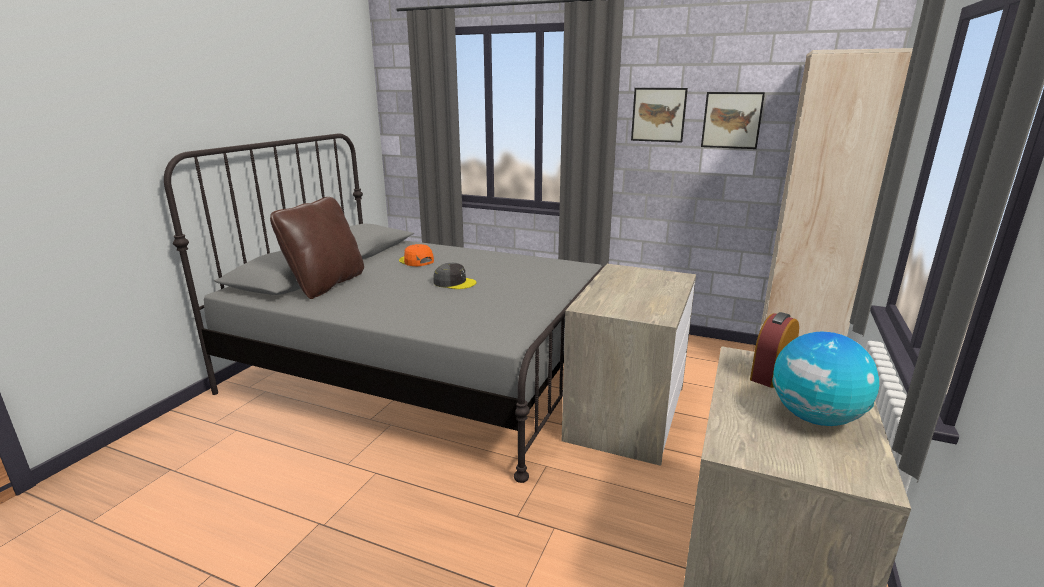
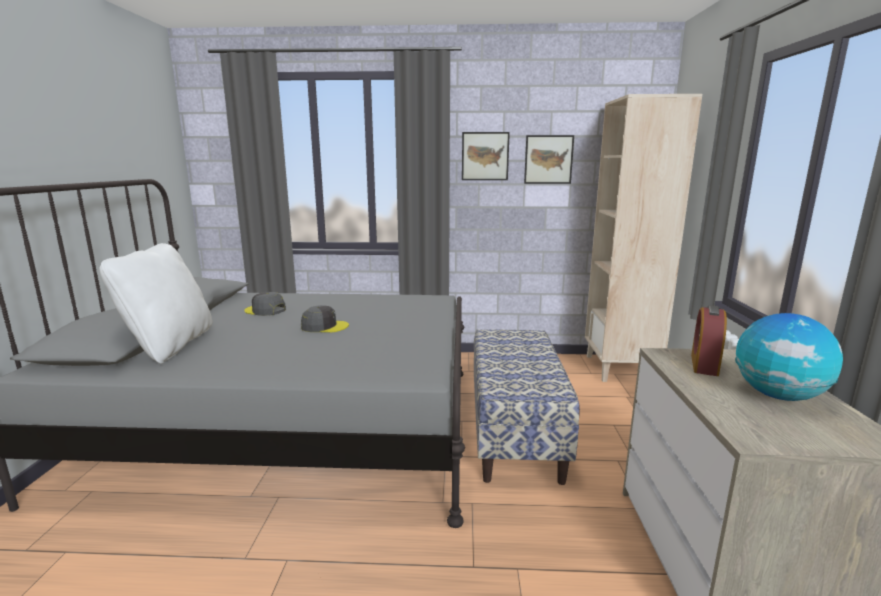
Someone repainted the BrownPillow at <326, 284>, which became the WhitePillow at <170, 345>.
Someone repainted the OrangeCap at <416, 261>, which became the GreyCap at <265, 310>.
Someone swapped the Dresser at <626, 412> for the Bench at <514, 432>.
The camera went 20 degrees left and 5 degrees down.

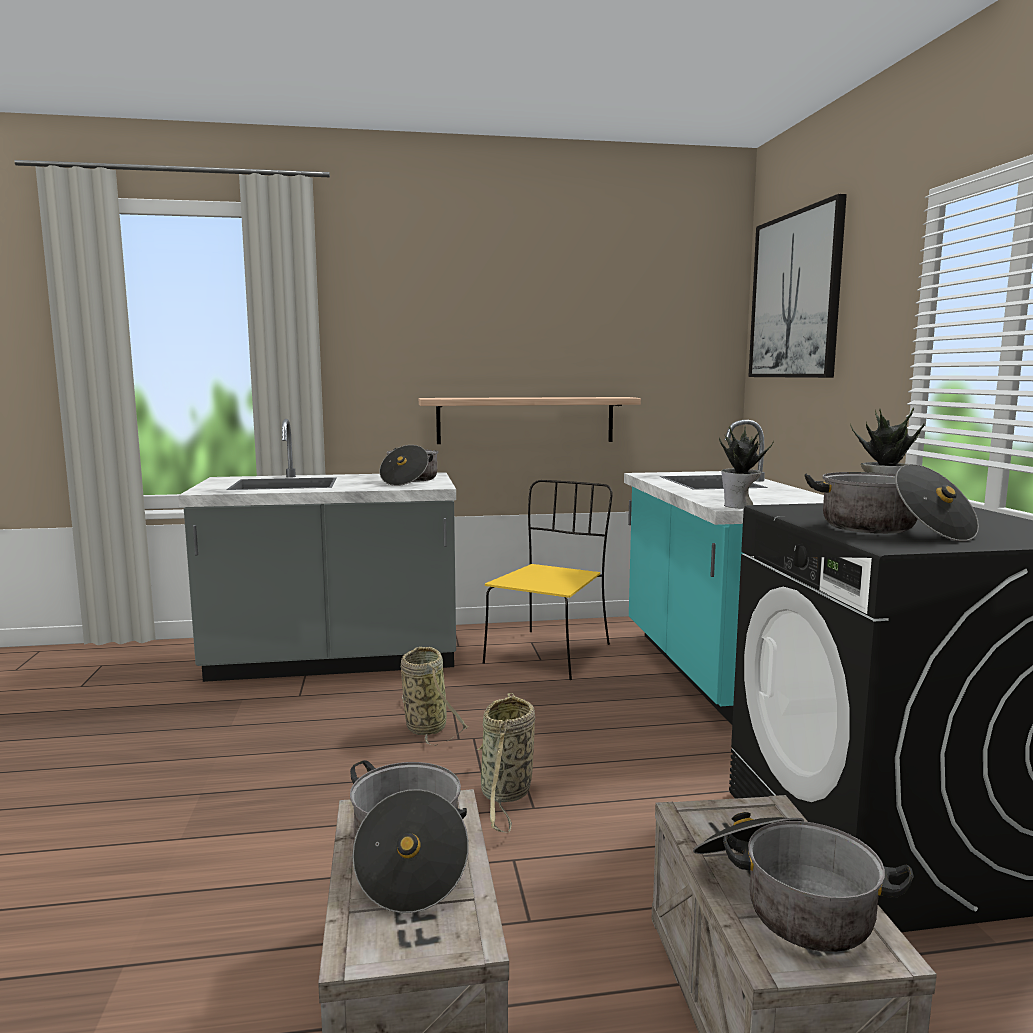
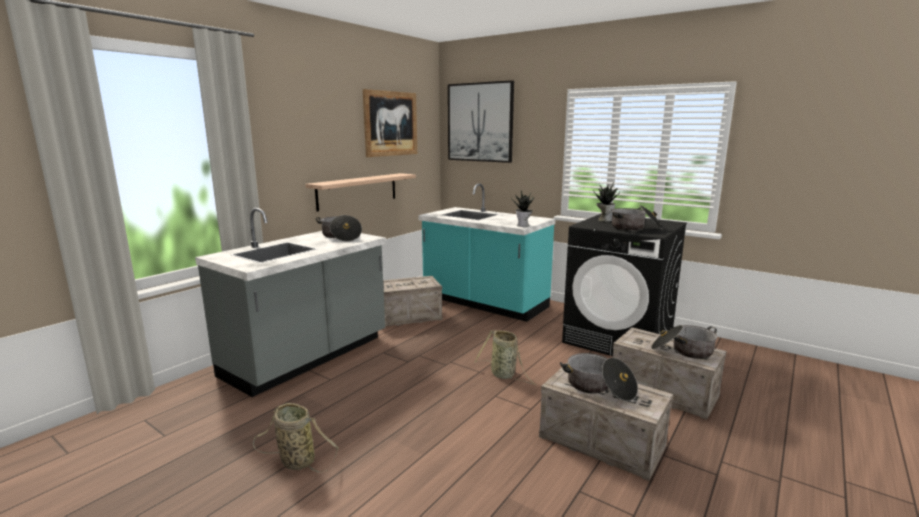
Someone carried the Basket from <425, 726> to <295, 461>.
Someone put up the Picture at <391, 123>.
Someone swapped the YellowChair at <549, 653> for the Crate at <406, 316>.
The camera went 45 degrees left and 5 degrees up.

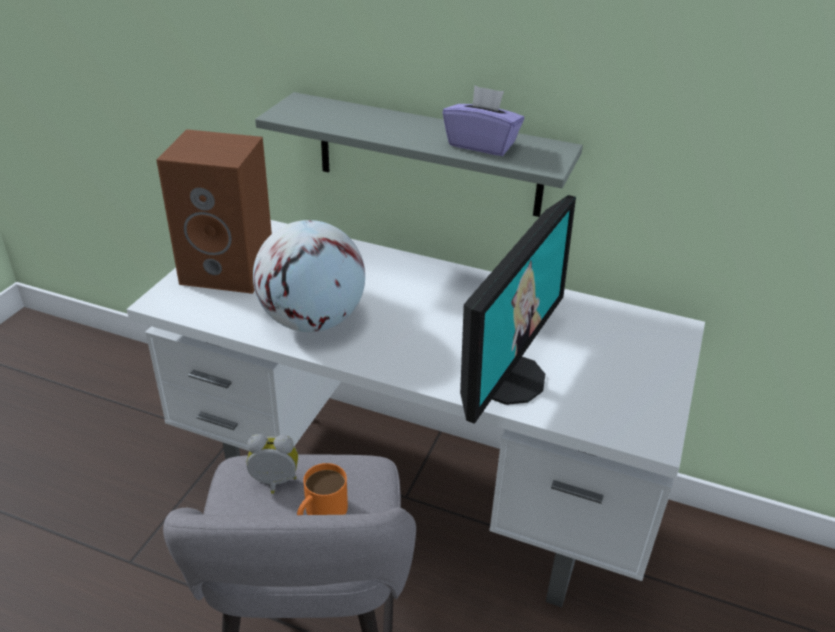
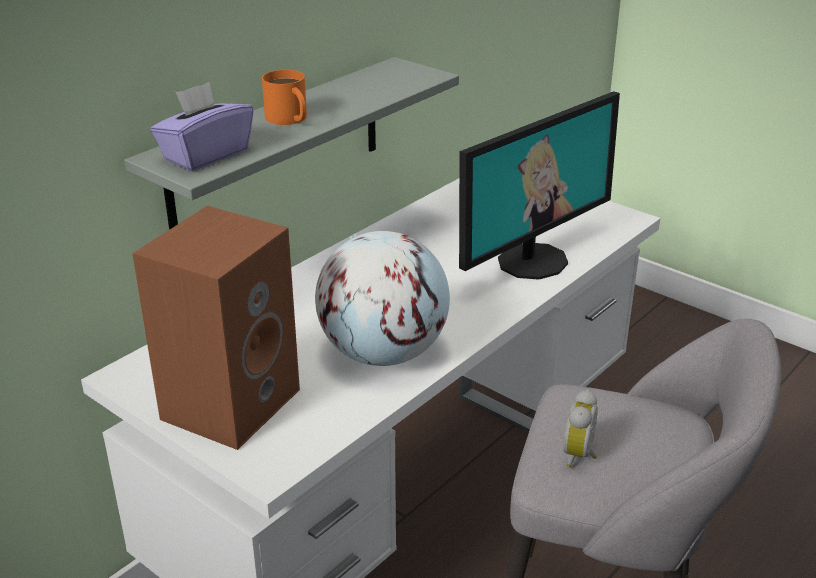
Someone carried the PurpleTissueBox from <481, 145> to <205, 155>.
Someone carried the OrangeMug from <320, 513> to <290, 119>.
Someone rotated the Monitor at <508, 378> by 90 degrees clockwise.
The camera went 70 degrees left and 5 degrees down.

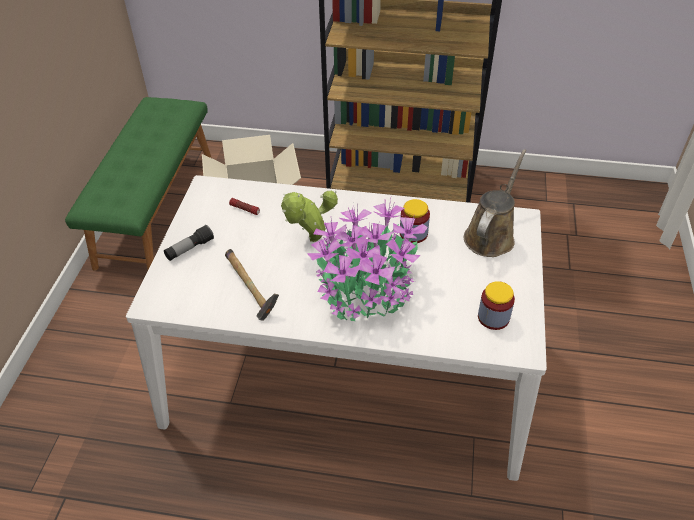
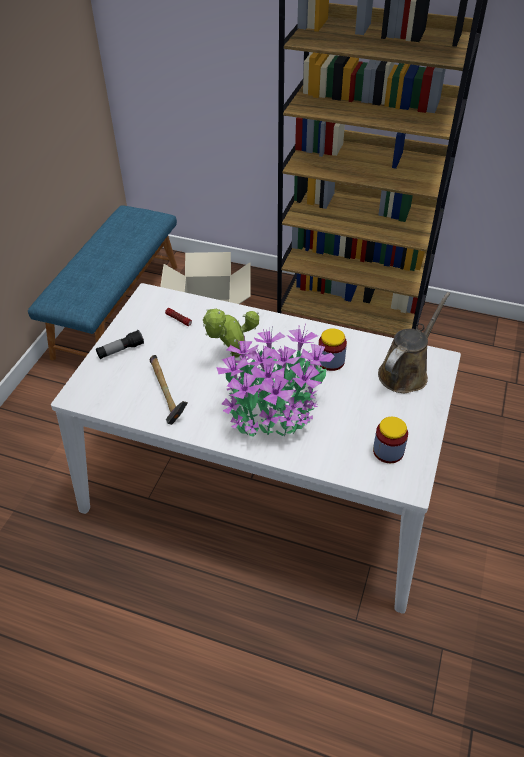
Someone repainted the GreenBench at <155, 208>, which became the BlueBench at <117, 309>.
The camera went 10 degrees right and 0 degrees up.

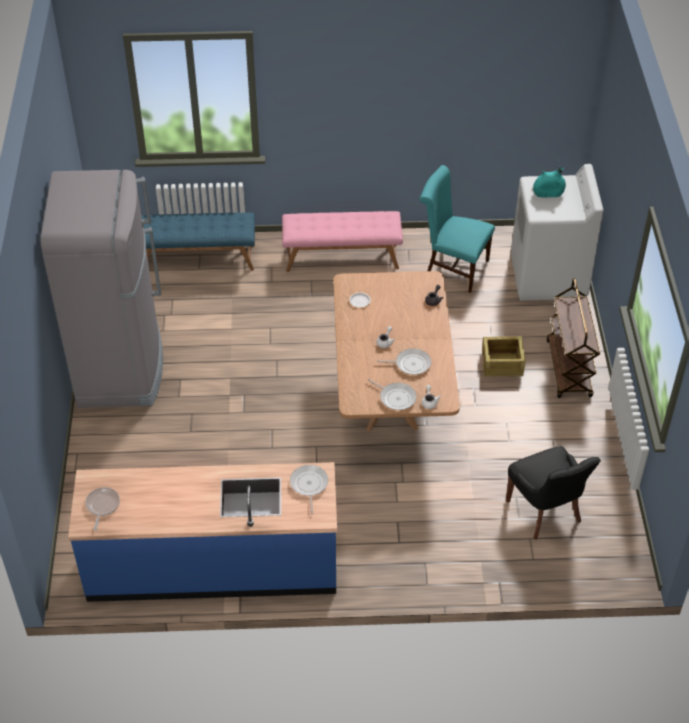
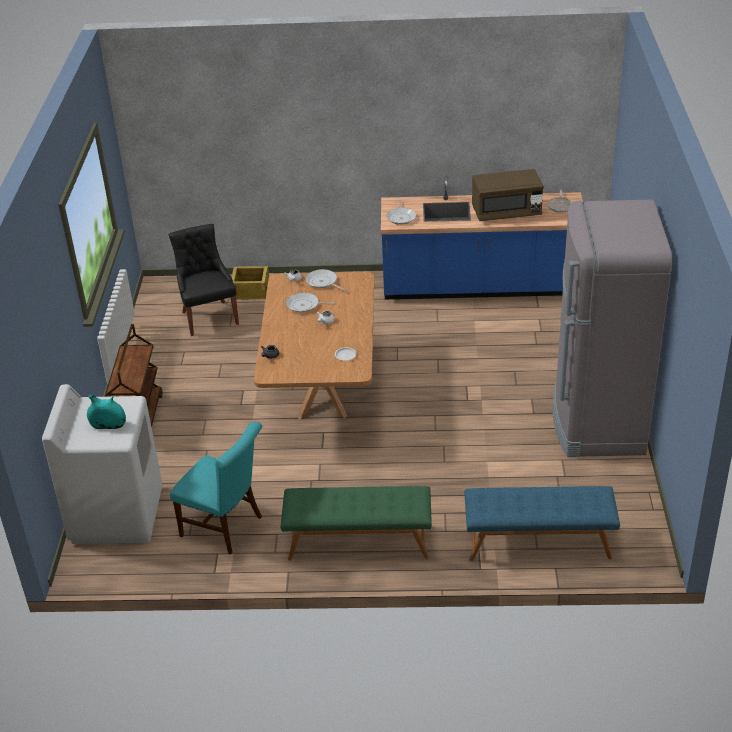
Someone carried the Crate from <502, 364> to <250, 290>.
Someone repainted the PinkBench at <342, 257>, which became the GreenBench at <358, 543>.
Someone put down the BrownMicrowave at <506, 212>.
The camera went 175 degrees left and 10 degrees down.

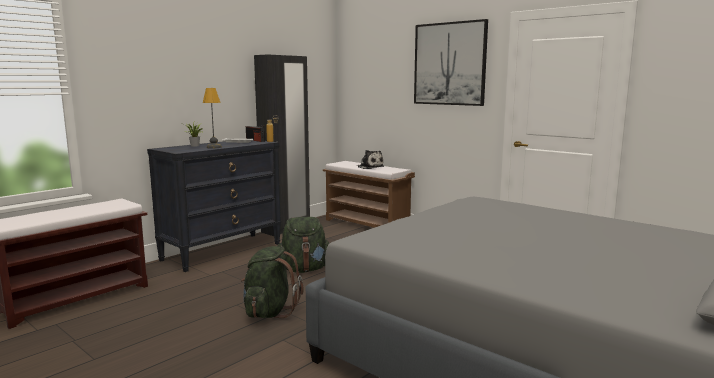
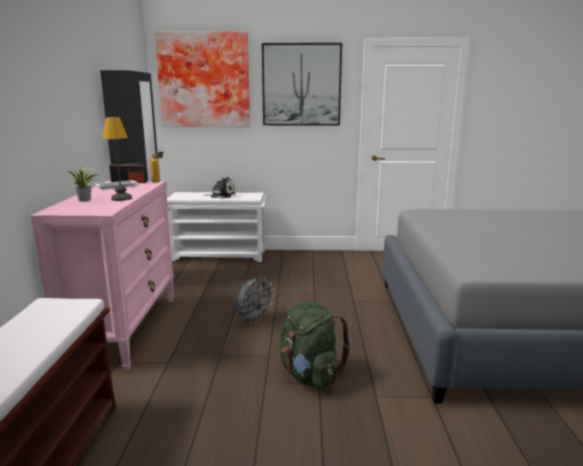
Someone repainted the BlackDresser at <222, 251>, which became the PinkDresser at <124, 329>.
Someone put up the Picture at <204, 80>.
Someone repainted the BrownBench at <367, 224>, which became the WhiteBench at <220, 255>.
Someone swapped the GreenBackpack at <304, 269> for the GreyFan at <253, 319>.
The camera went 40 degrees left and 5 degrees up.

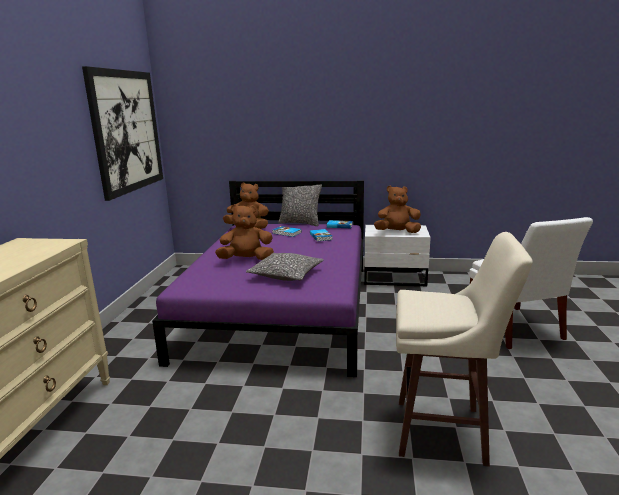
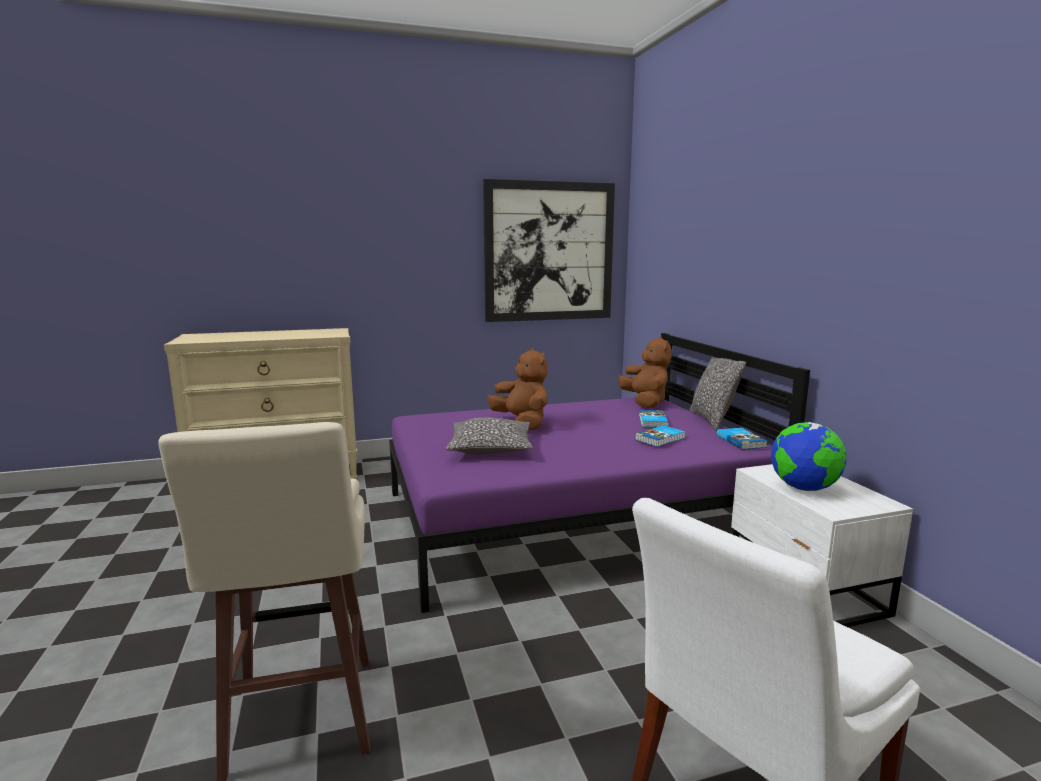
Someone swapped the BrownPlushToy at <397, 232> for the Globe at <804, 488>.
The camera went 65 degrees right and 5 degrees down.

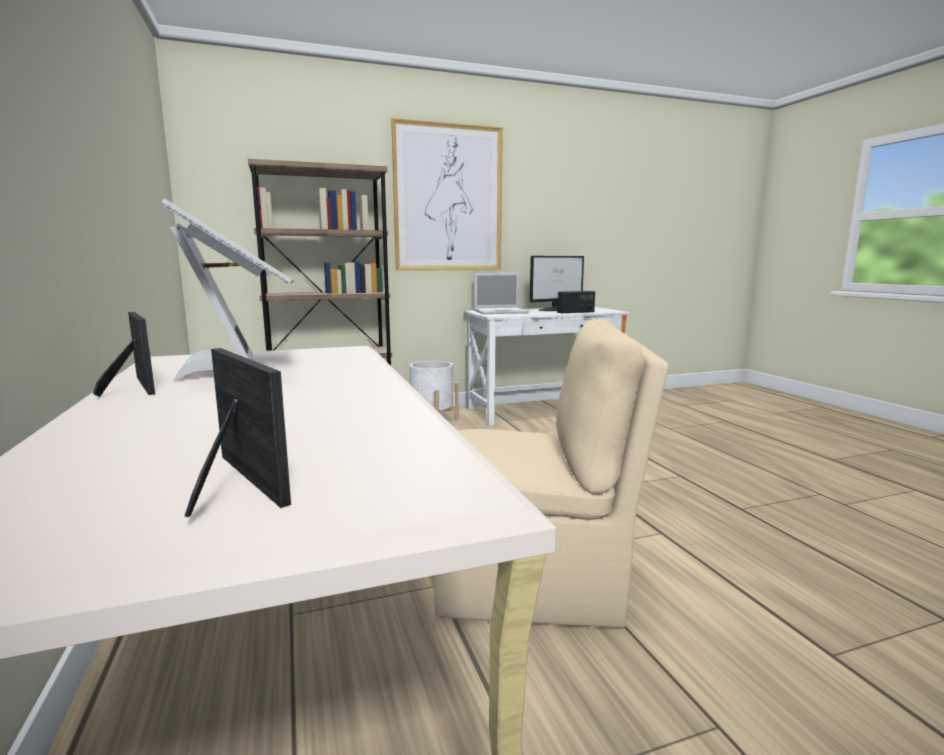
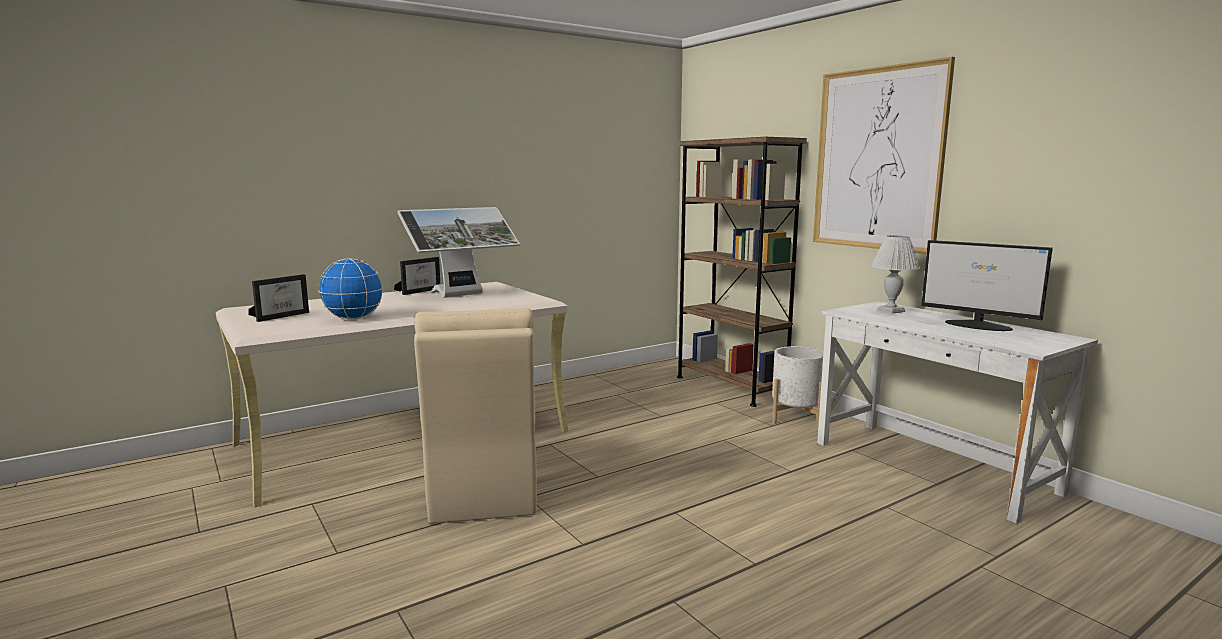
Someone put down the Globe at <353, 318>.
Someone swapped the Laptop at <501, 312> for the WhiteTableLamp at <891, 311>.
Someone took away the Radio at <576, 312>.
The camera went 75 degrees right and 0 degrees up.

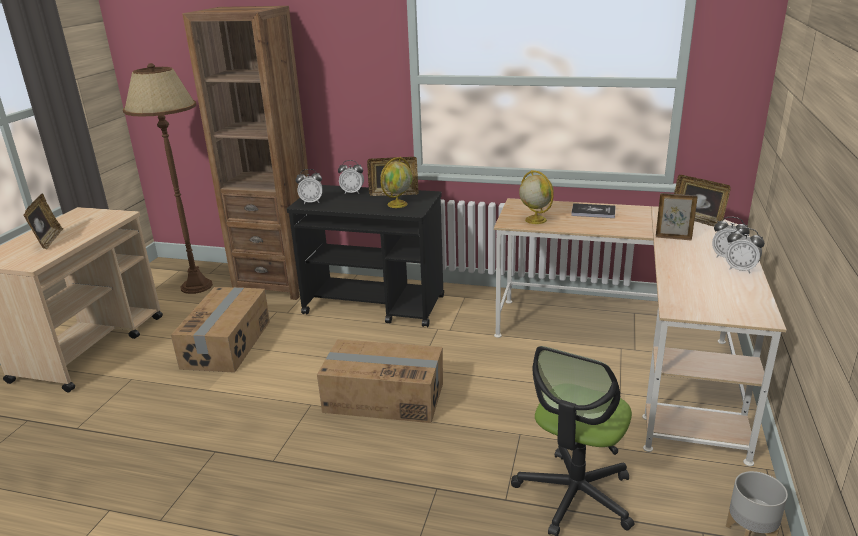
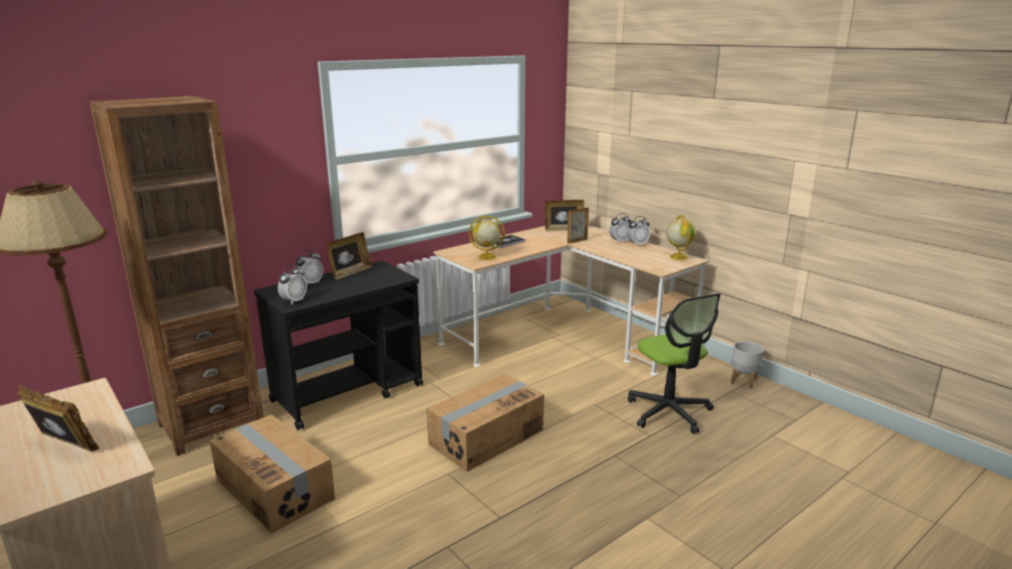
Someone carried the Globe from <397, 204> to <678, 257>.
The camera went 55 degrees left and 5 degrees down.

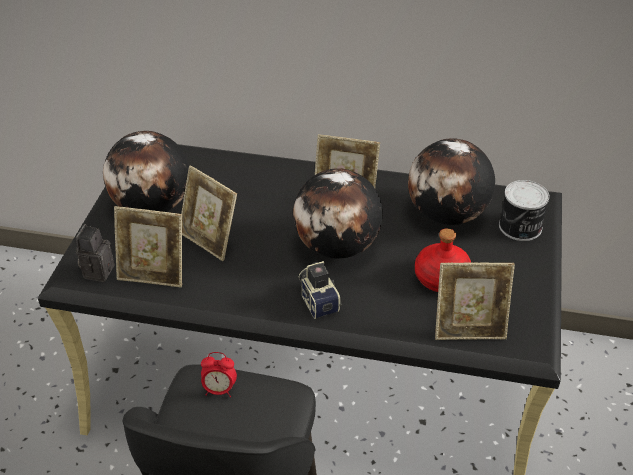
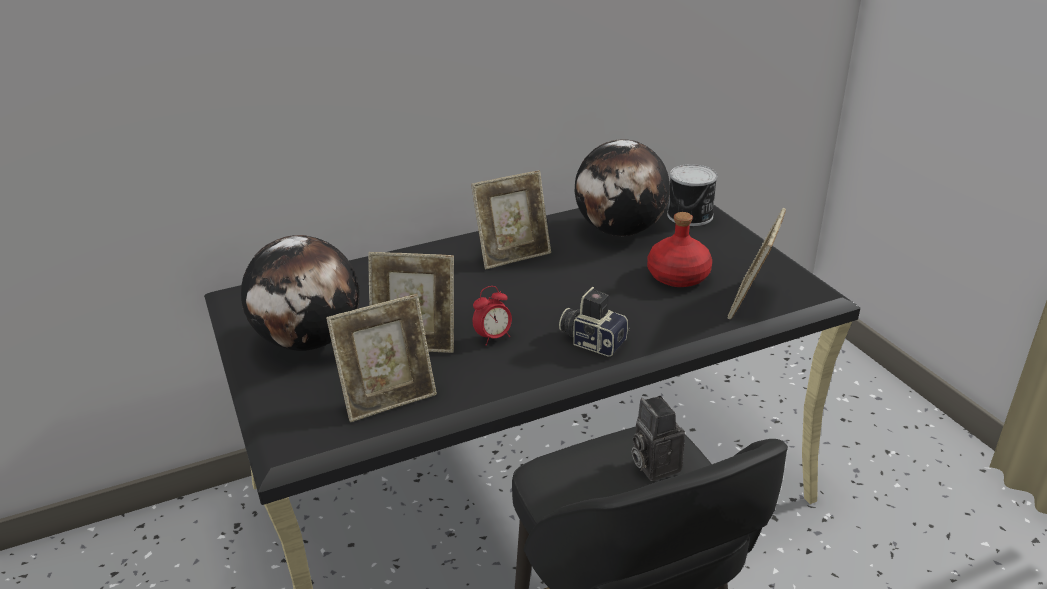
Someone carried the AlarmClock from <219, 390> to <493, 337>.
Someone carried the PhotoCamera from <97, 270> to <653, 464>.
Someone rotated the PictureFrame at <469, 329> by 150 degrees clockwise.
Someone took away the Globe at <337, 247>.
The camera went 35 degrees left and 10 degrees down.

